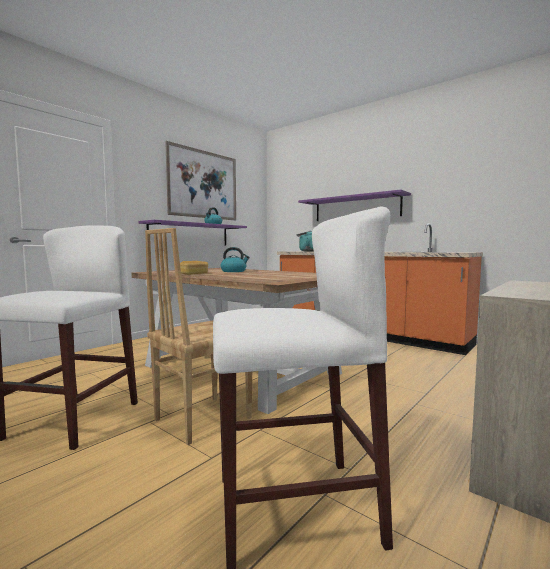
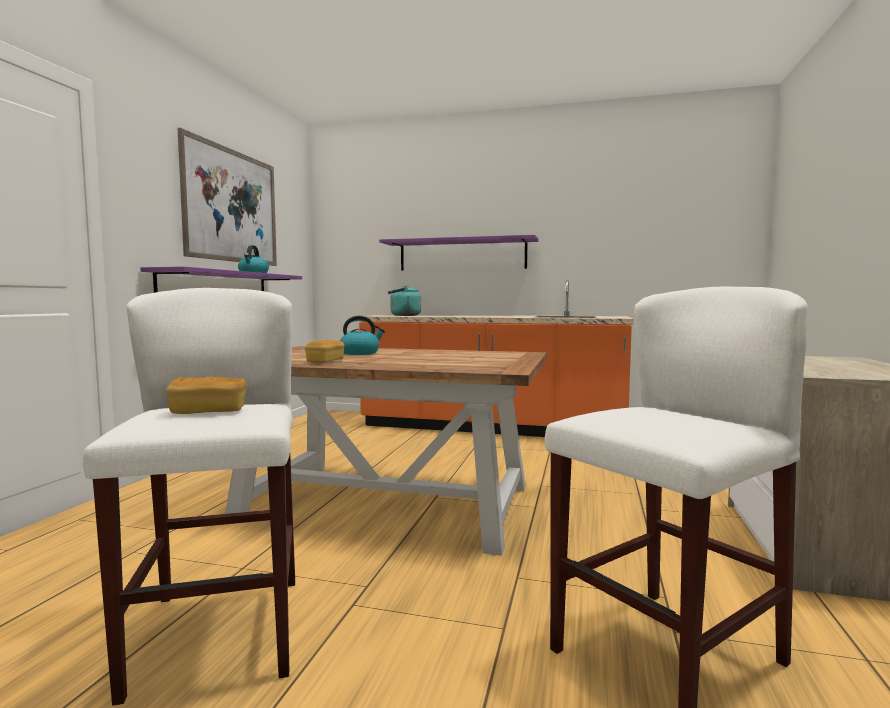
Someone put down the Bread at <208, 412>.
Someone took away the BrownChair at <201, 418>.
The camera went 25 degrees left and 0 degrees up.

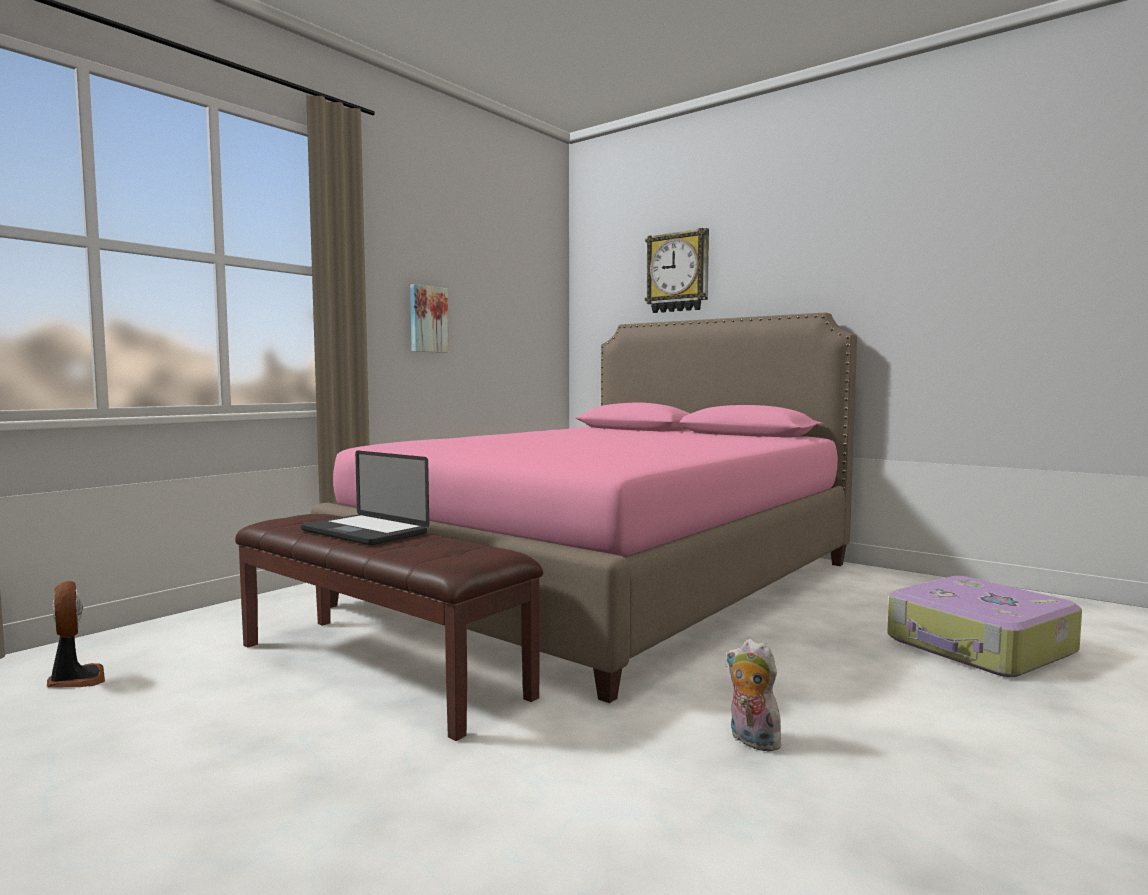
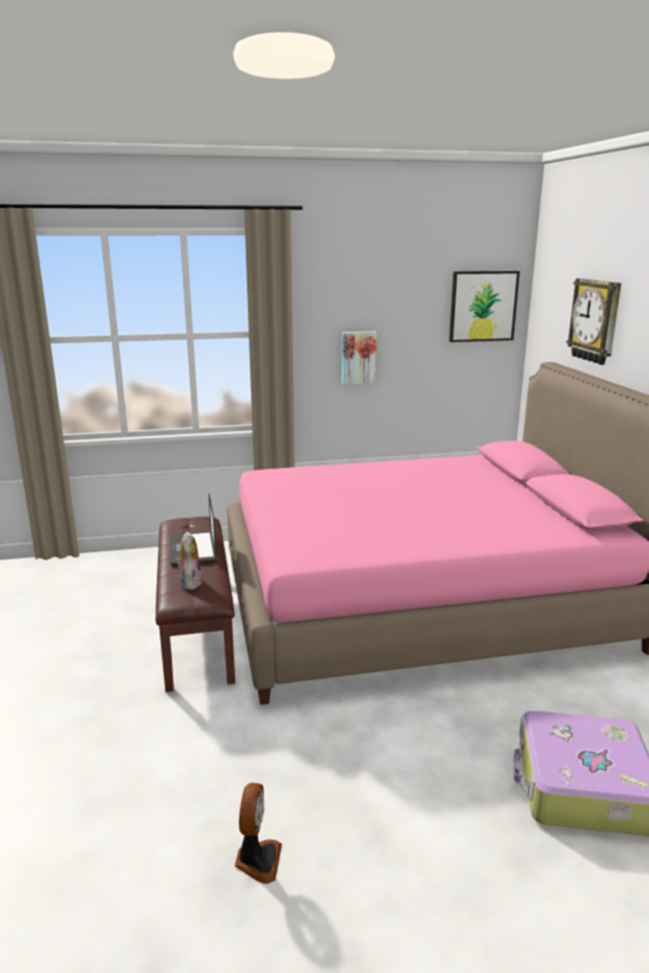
Someone carried the PlushToy from <751, 741> to <189, 582>.
Someone carried the Fan from <75, 679> to <257, 860>.
Someone put up the Picture at <483, 306>.
The camera went 40 degrees right and 15 degrees up.

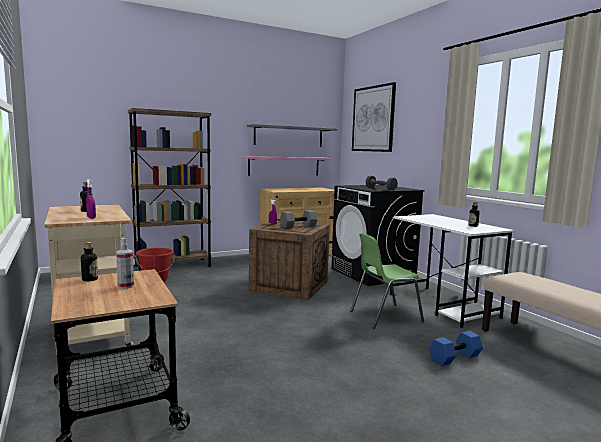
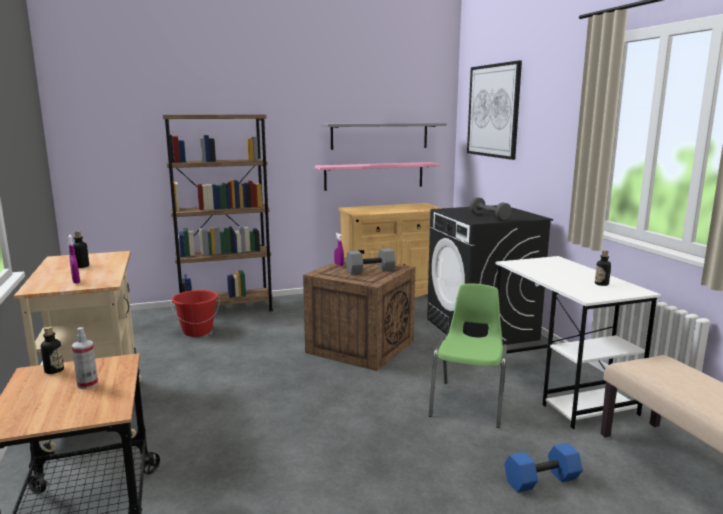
Someone rotated the GreenChair at <384, 316> by 120 degrees clockwise.
The camera went 10 degrees right and 5 degrees up.

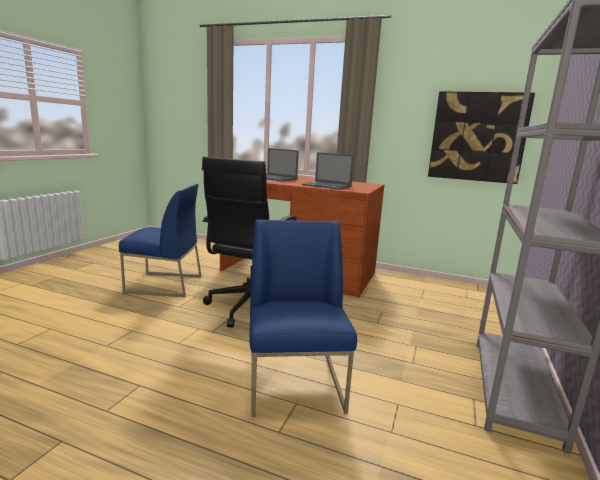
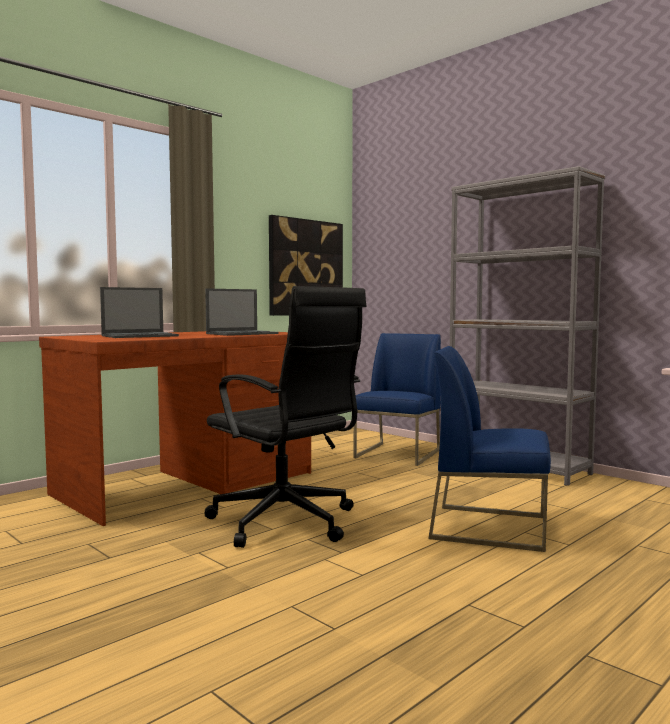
Someone carried the BlueChair from <163, 284> to <398, 454>.
The camera went 65 degrees left and 10 degrees down.

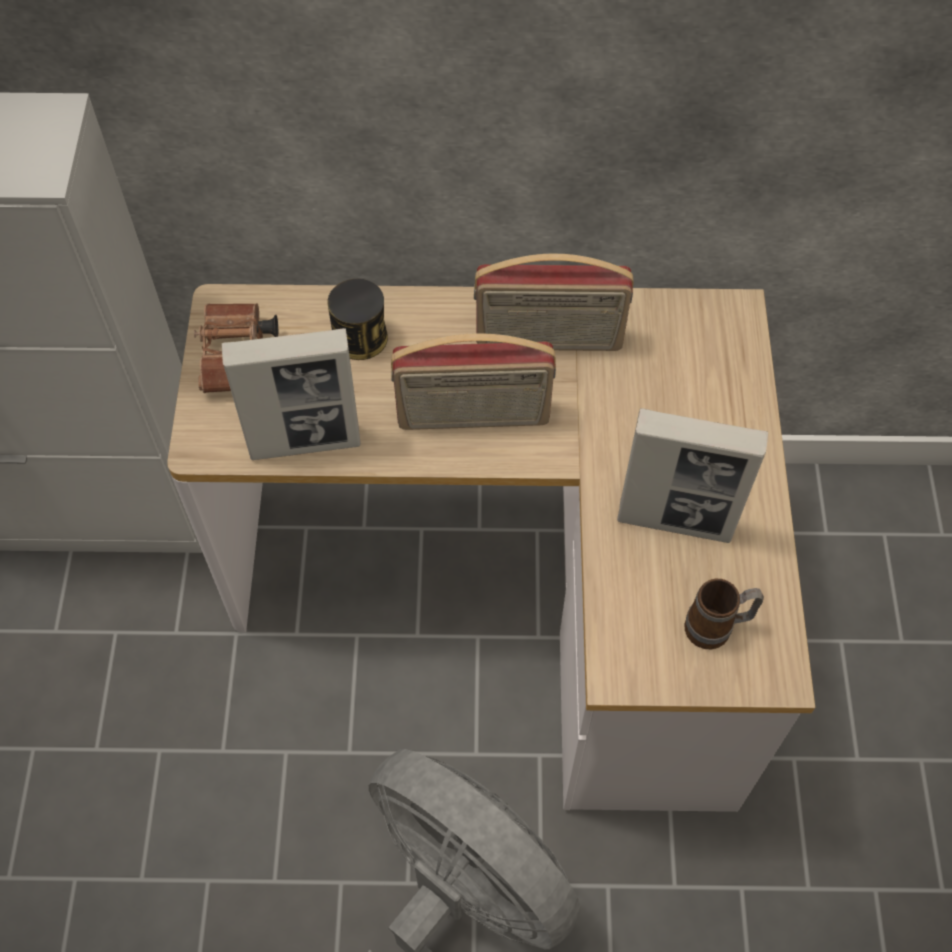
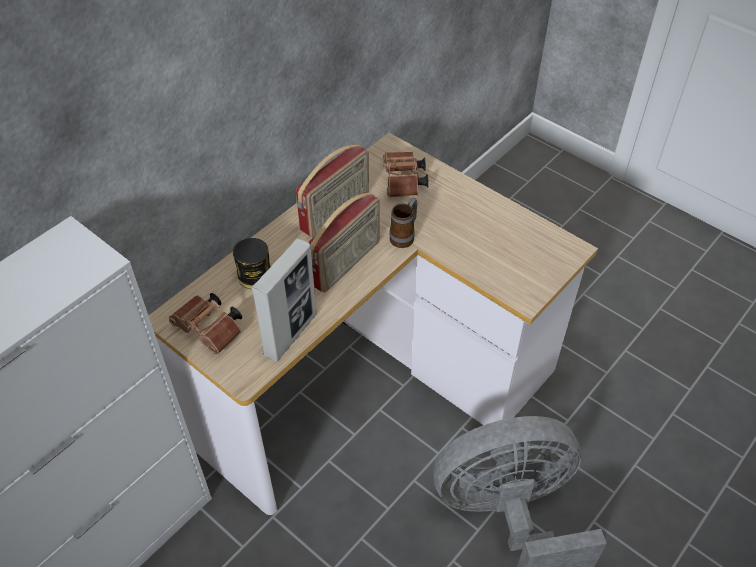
Someone put down the BrownBinoculars at <403, 183>.
Someone carried the Mug from <717, 628> to <404, 236>.
Someone took away the PictureFrame at <675, 522>.
The camera went 50 degrees left and 10 degrees down.

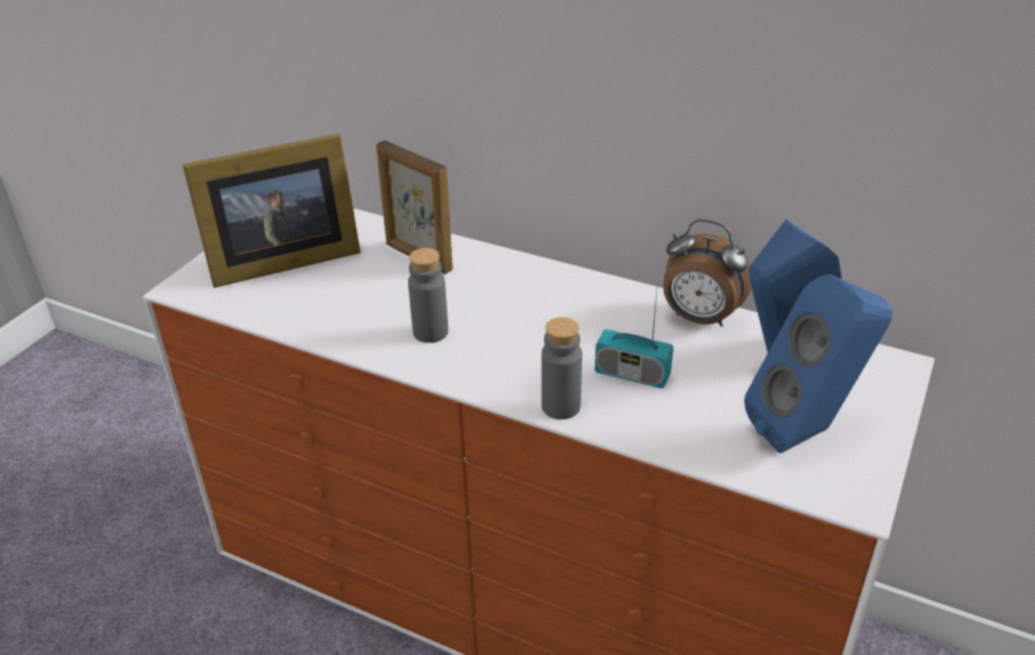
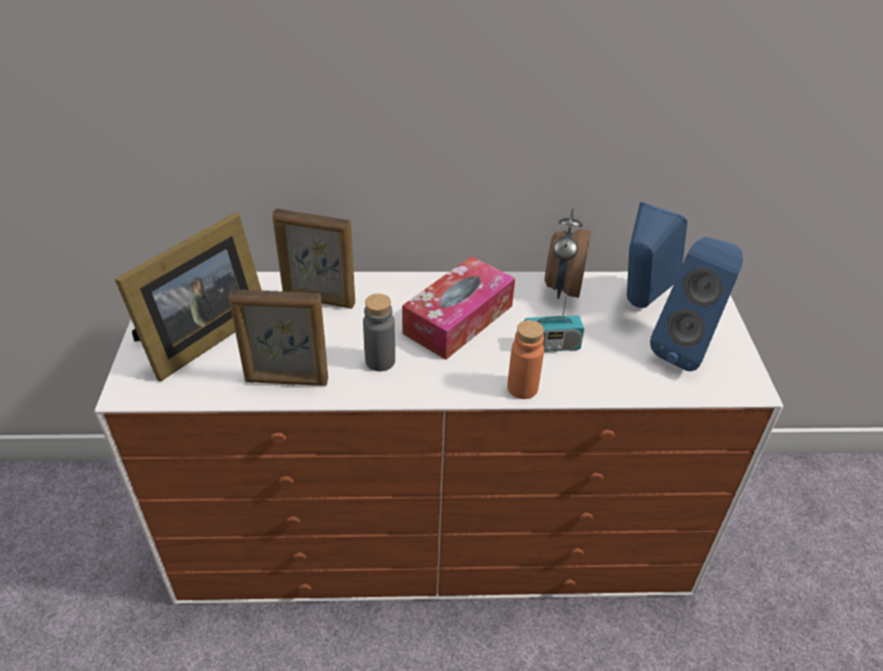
Someone put down the PictureFrame at <286, 381>.
Someone put down the TissueBox at <458, 319>.
Someone repainted the GreyBottle at <561, 406>, which became the OrangeBottle at <522, 388>.
Someone rotated the AlarmClock at <700, 319> by 105 degrees clockwise.
The camera went 30 degrees left and 5 degrees up.

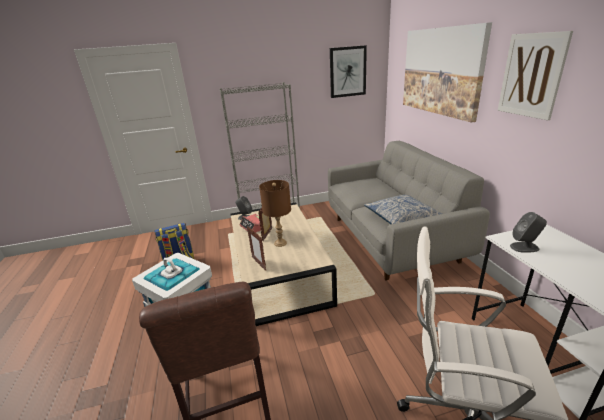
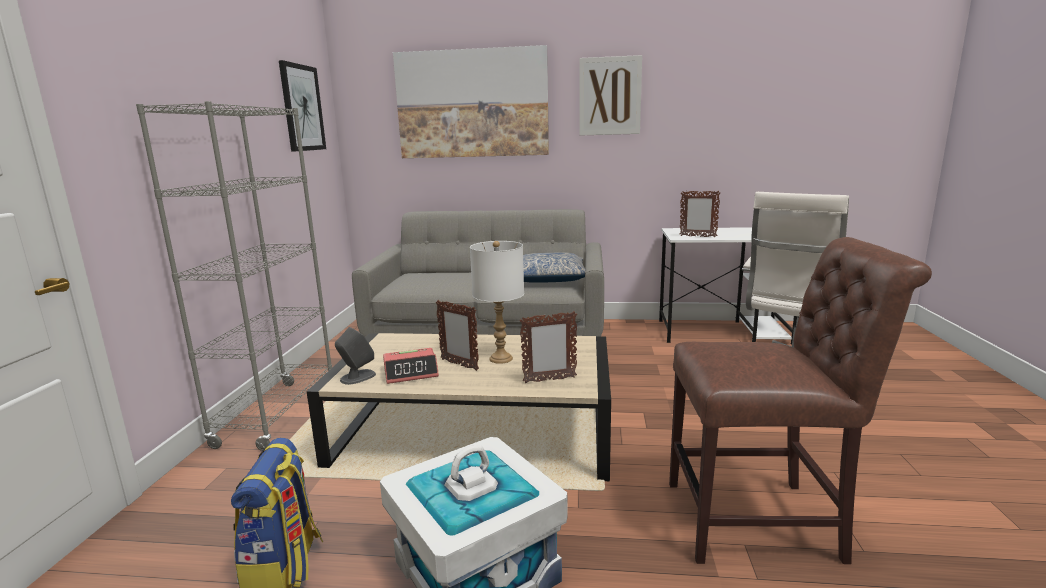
Someone repainted the BrownTableLamp at <280, 243>, which became the WhiteTableLamp at <500, 358>.
Someone swapped the GreySpeaker at <524, 247> for the PictureFrame at <697, 236>.
The camera went 70 degrees left and 10 degrees down.

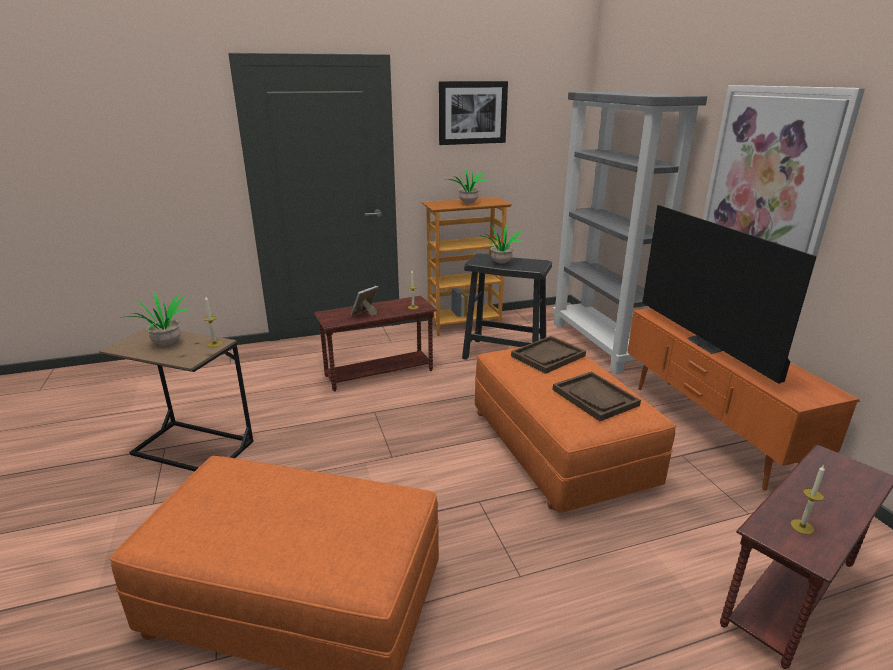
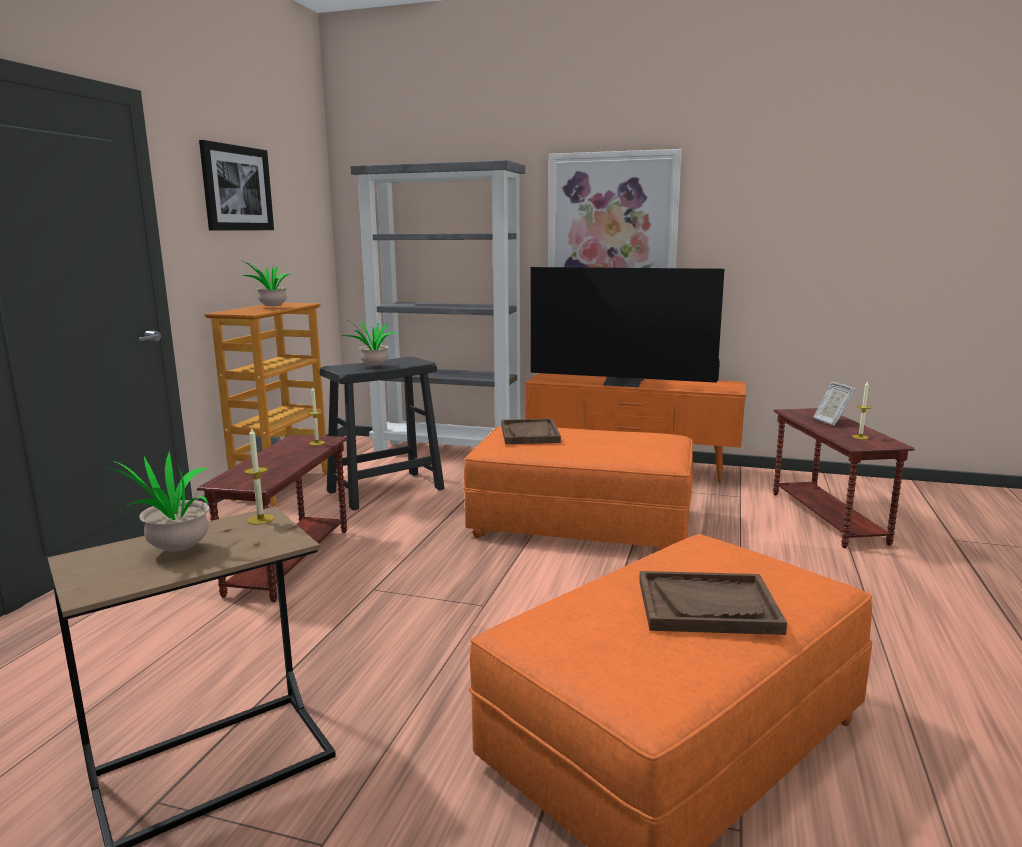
Someone carried the BrownTray from <595, 397> to <707, 606>.
Someone carried the PictureFrame from <365, 314> to <831, 422>.
The camera went 55 degrees left and 10 degrees down.

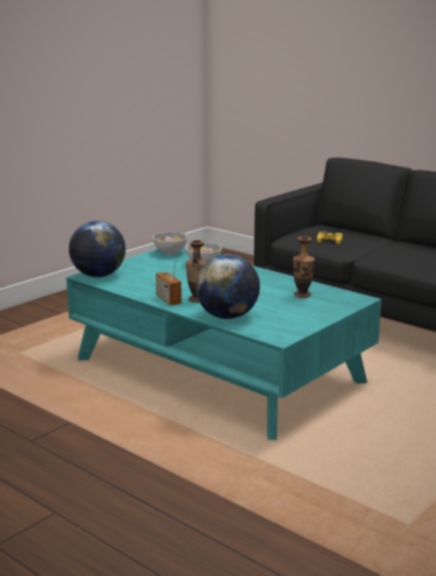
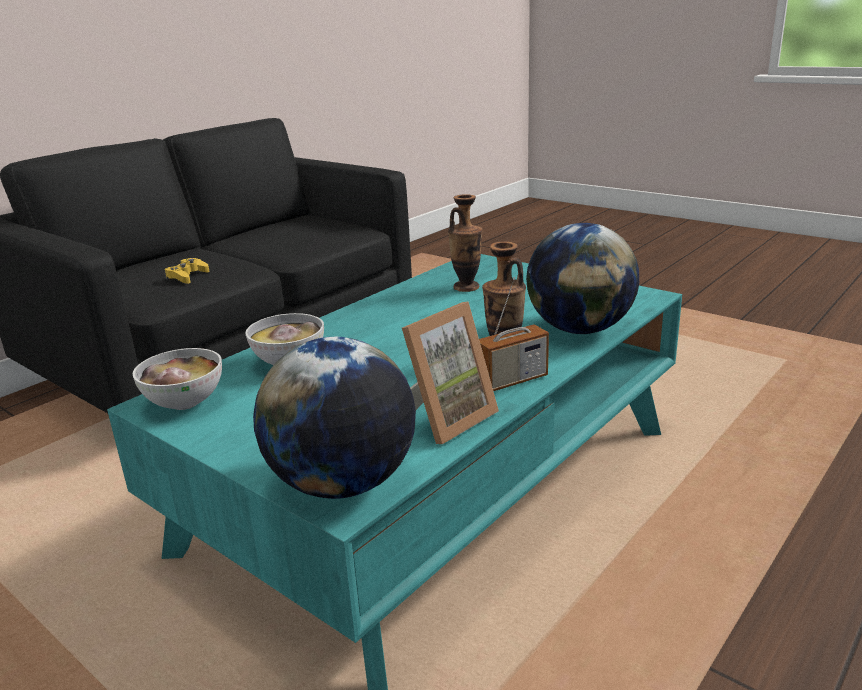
Someone put down the PictureFrame at <445, 418>.
The camera went 90 degrees left and 5 degrees up.

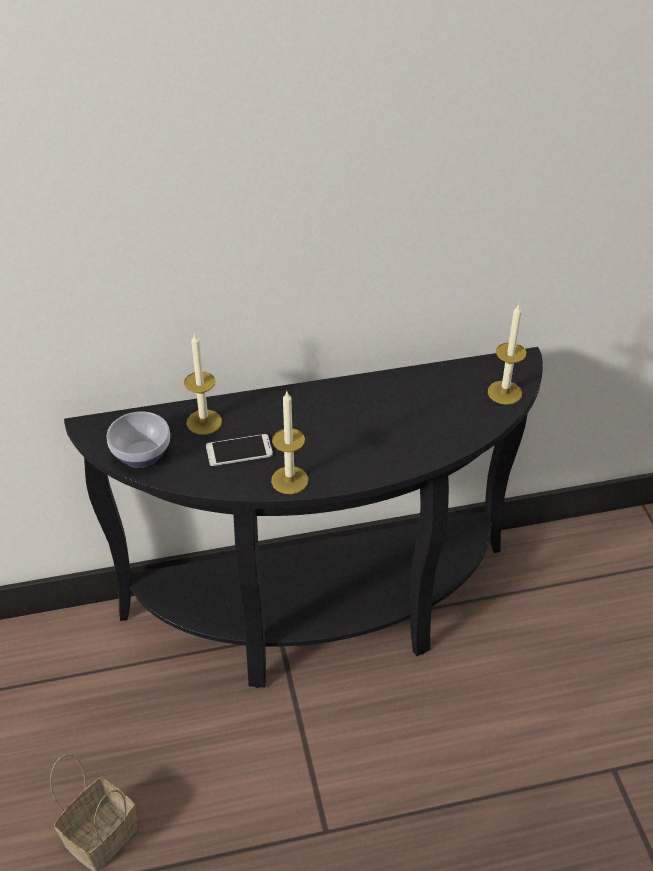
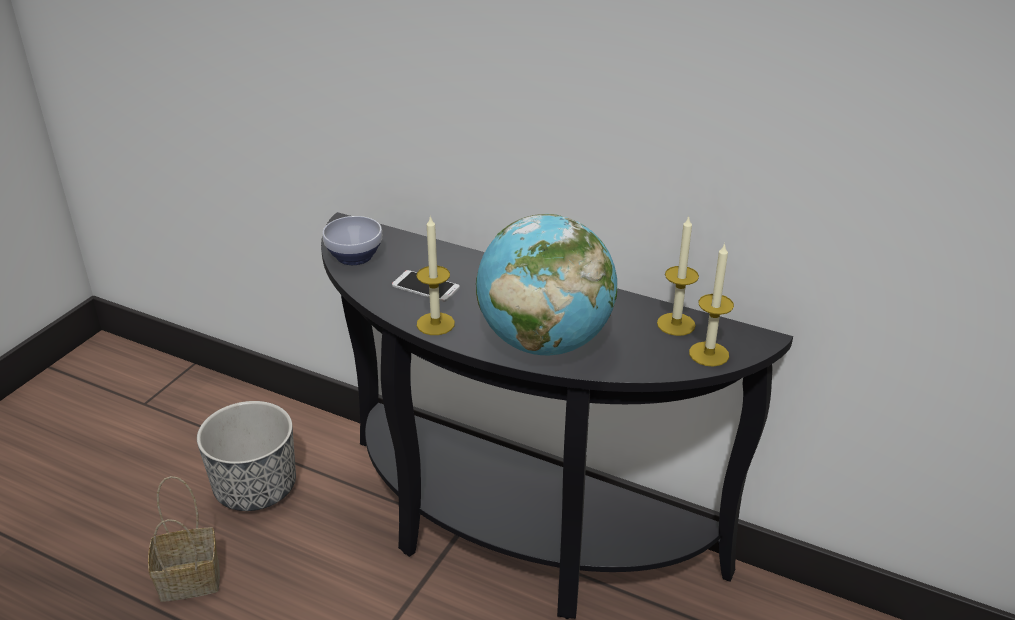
Someone put down the Planter at <256, 487>.
Someone put down the Globe at <545, 342>.
Someone carried the Candle from <204, 422> to <676, 324>.
The camera went 40 degrees right and 10 degrees down.

